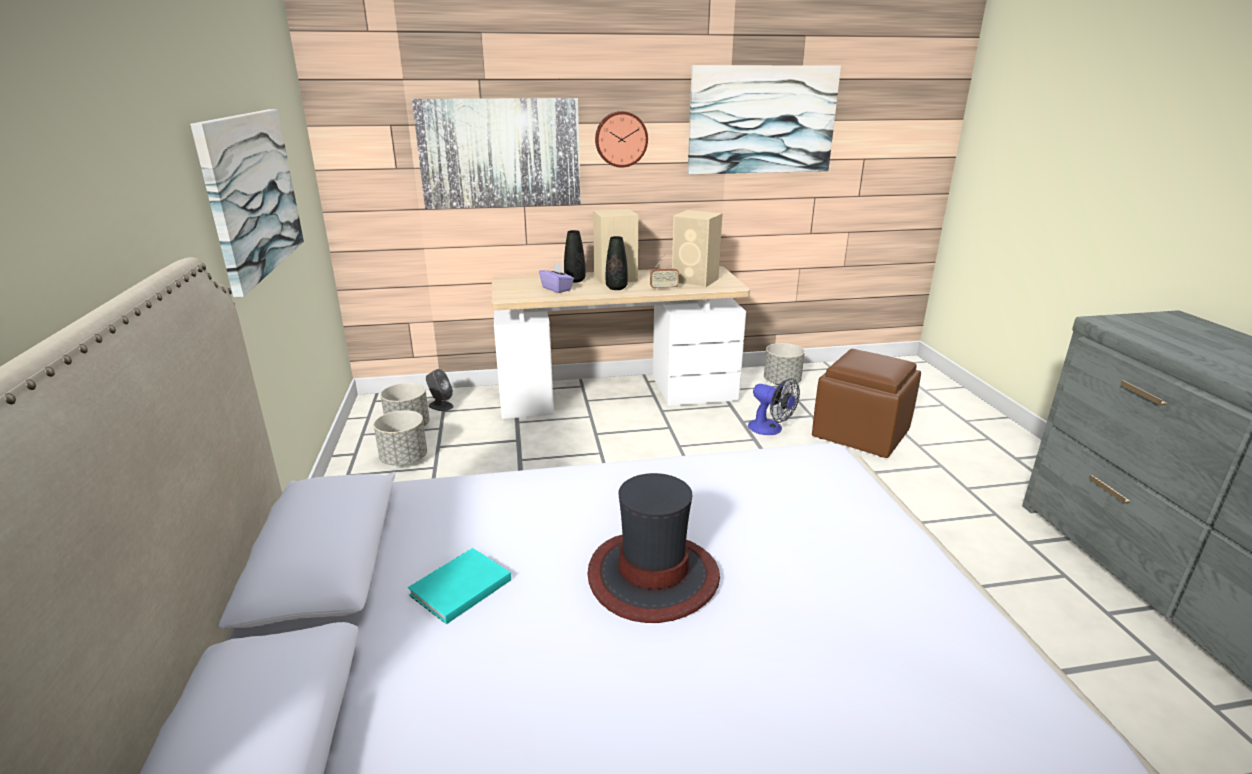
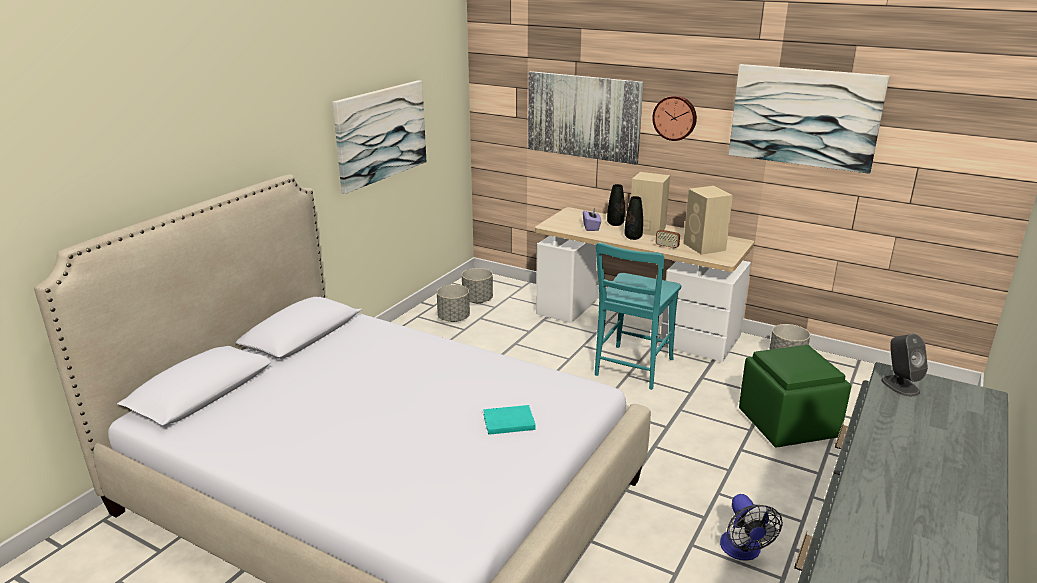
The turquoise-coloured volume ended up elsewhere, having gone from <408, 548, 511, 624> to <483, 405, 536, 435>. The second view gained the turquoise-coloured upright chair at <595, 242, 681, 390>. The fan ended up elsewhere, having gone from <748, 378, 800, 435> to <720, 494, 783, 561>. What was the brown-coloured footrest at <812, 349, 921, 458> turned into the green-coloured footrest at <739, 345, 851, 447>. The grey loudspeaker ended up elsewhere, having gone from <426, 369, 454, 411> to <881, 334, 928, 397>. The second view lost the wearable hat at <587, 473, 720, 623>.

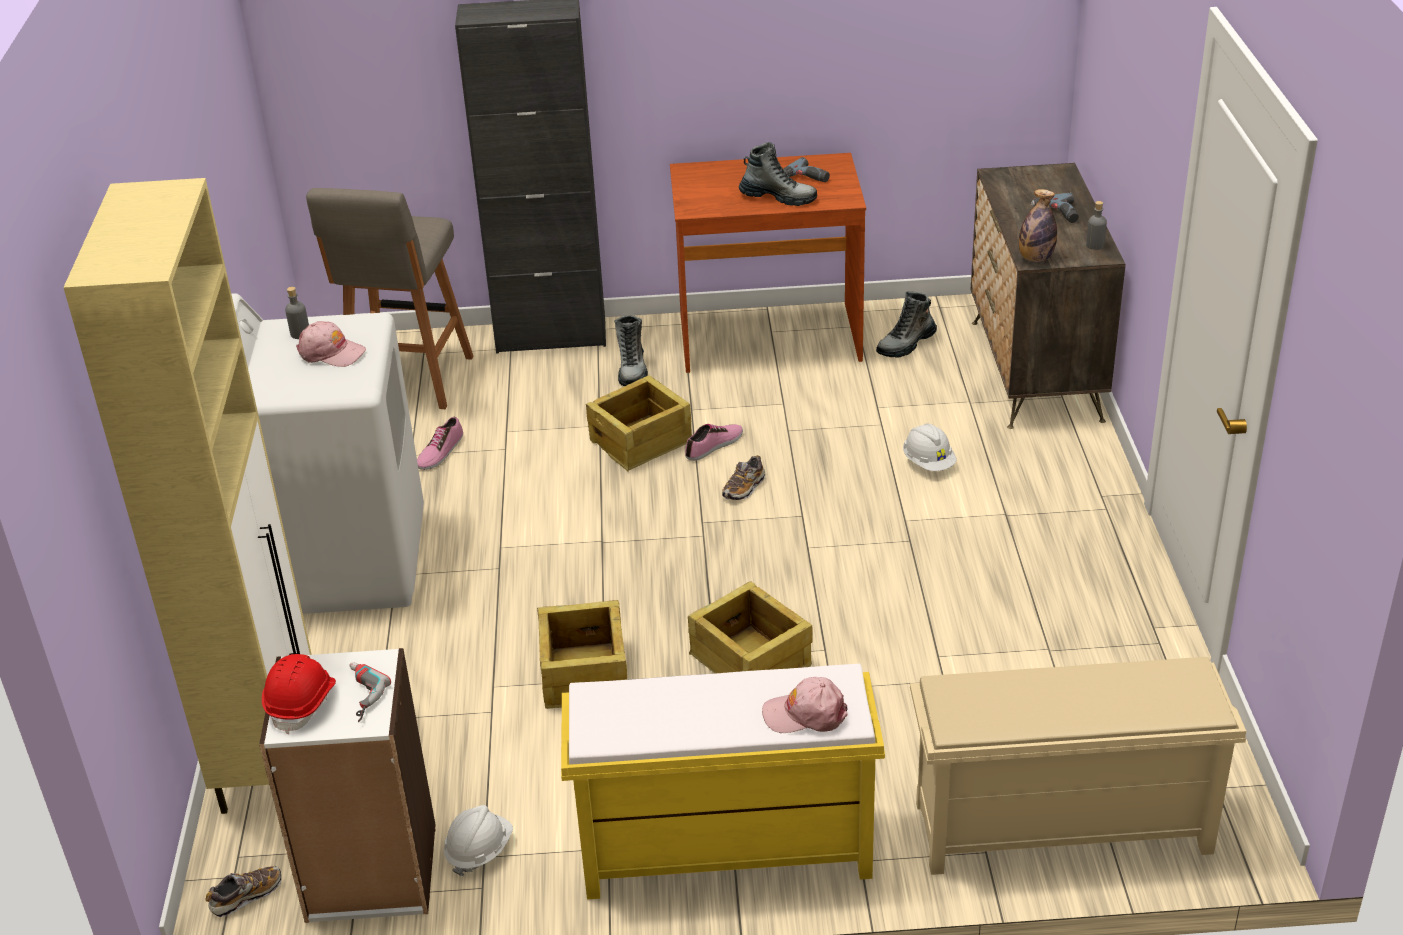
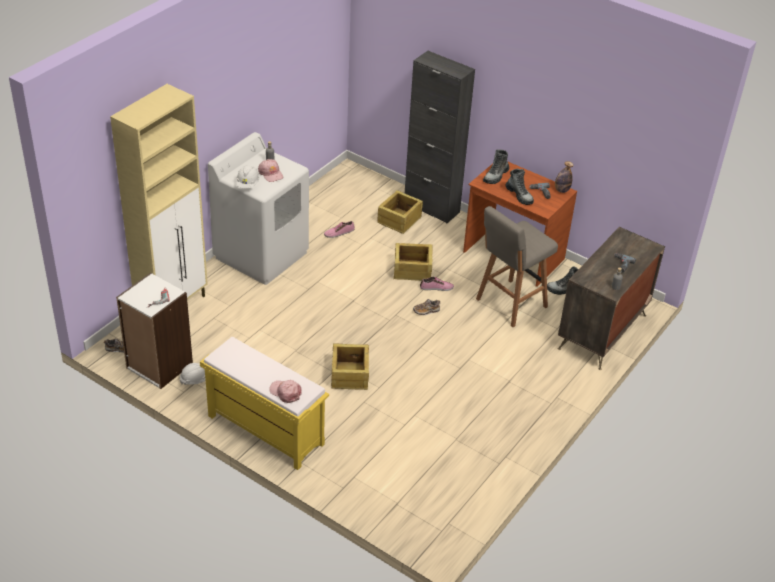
The white work helmet ended up elsewhere, having gone from <903, 423, 957, 471> to <236, 165, 260, 189>. The packing crate ended up elsewhere, having gone from <537, 600, 627, 709> to <377, 190, 423, 234>. The grey stool ended up elsewhere, having gone from <306, 188, 474, 409> to <476, 206, 558, 327>. The boot ended up elsewhere, having gone from <614, 315, 648, 386> to <483, 150, 509, 184>. The drink bottle ended up elsewhere, having gone from <1019, 189, 1057, 262> to <555, 161, 574, 193>. The second view lost the red-coloured work helmet at <262, 654, 336, 734>. The second view lost the sand-coloured shoe rack at <910, 657, 1246, 875>.

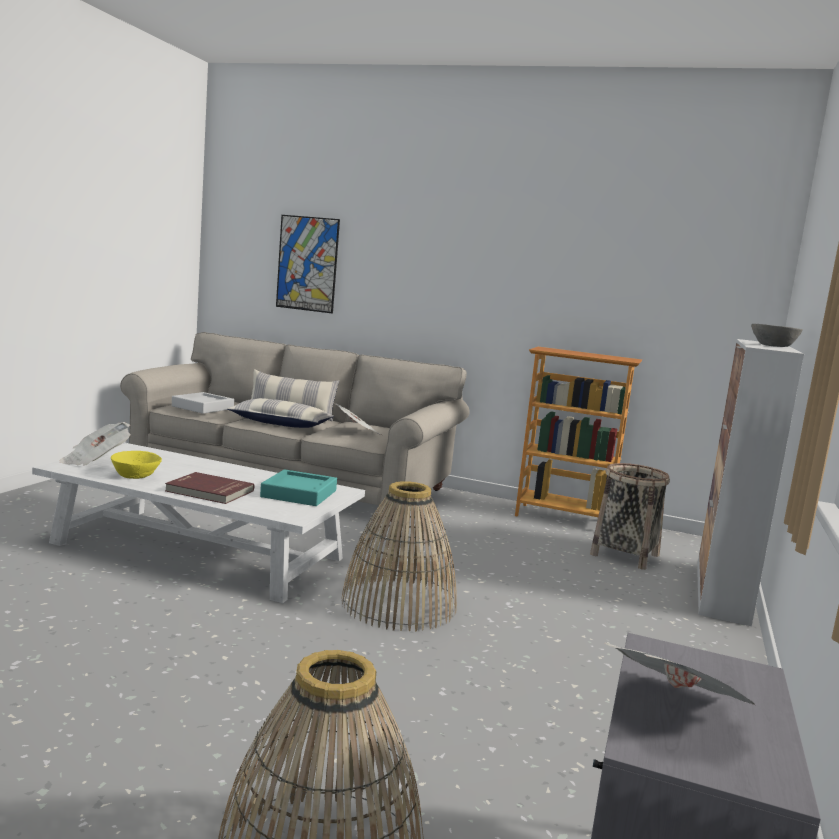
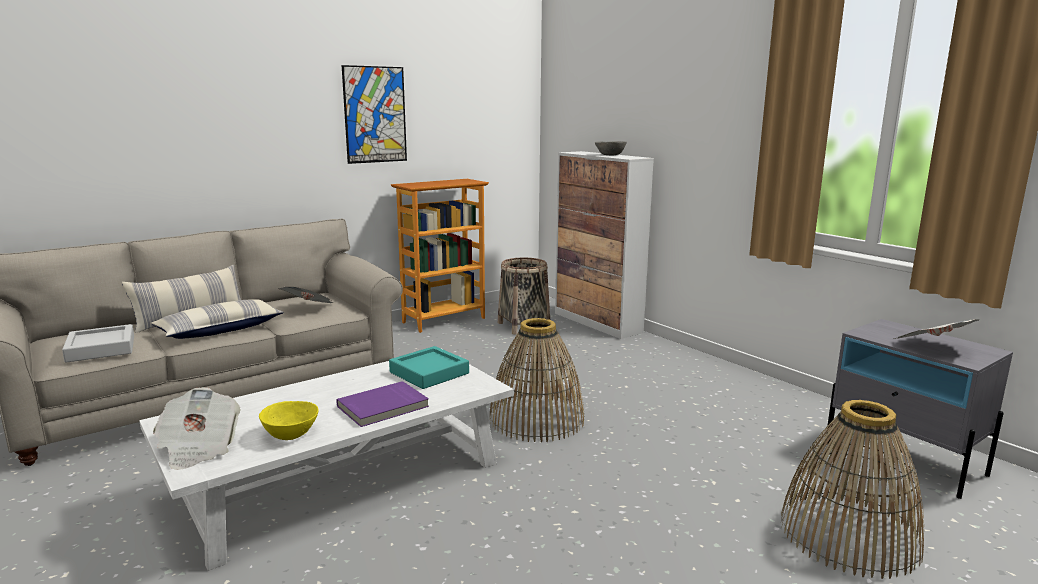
What was the red-coloured volume at <165, 472, 254, 504> turned into the purplish volume at <336, 381, 429, 427>. The picture ended up elsewhere, having gone from <276, 215, 340, 313> to <342, 65, 407, 164>.

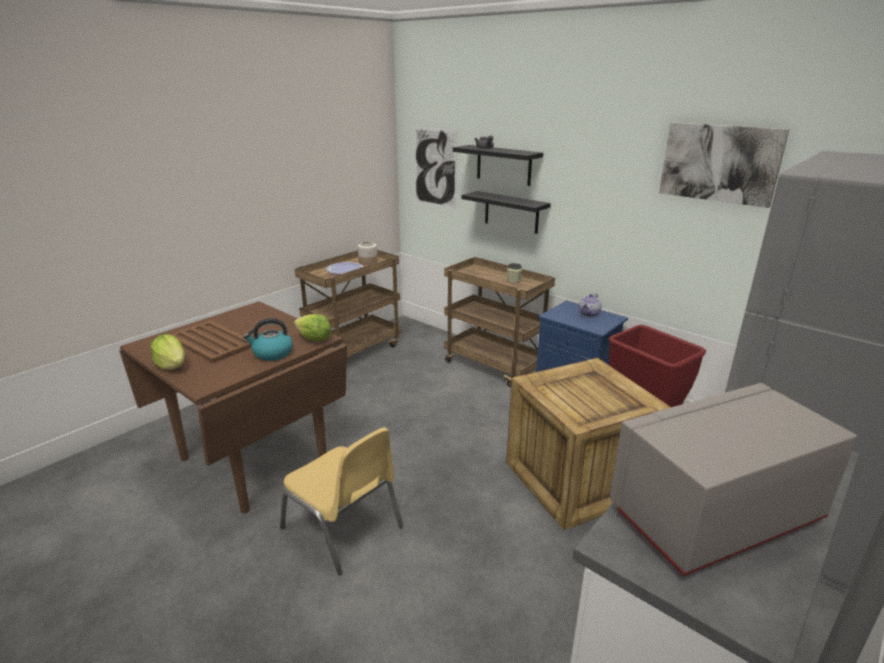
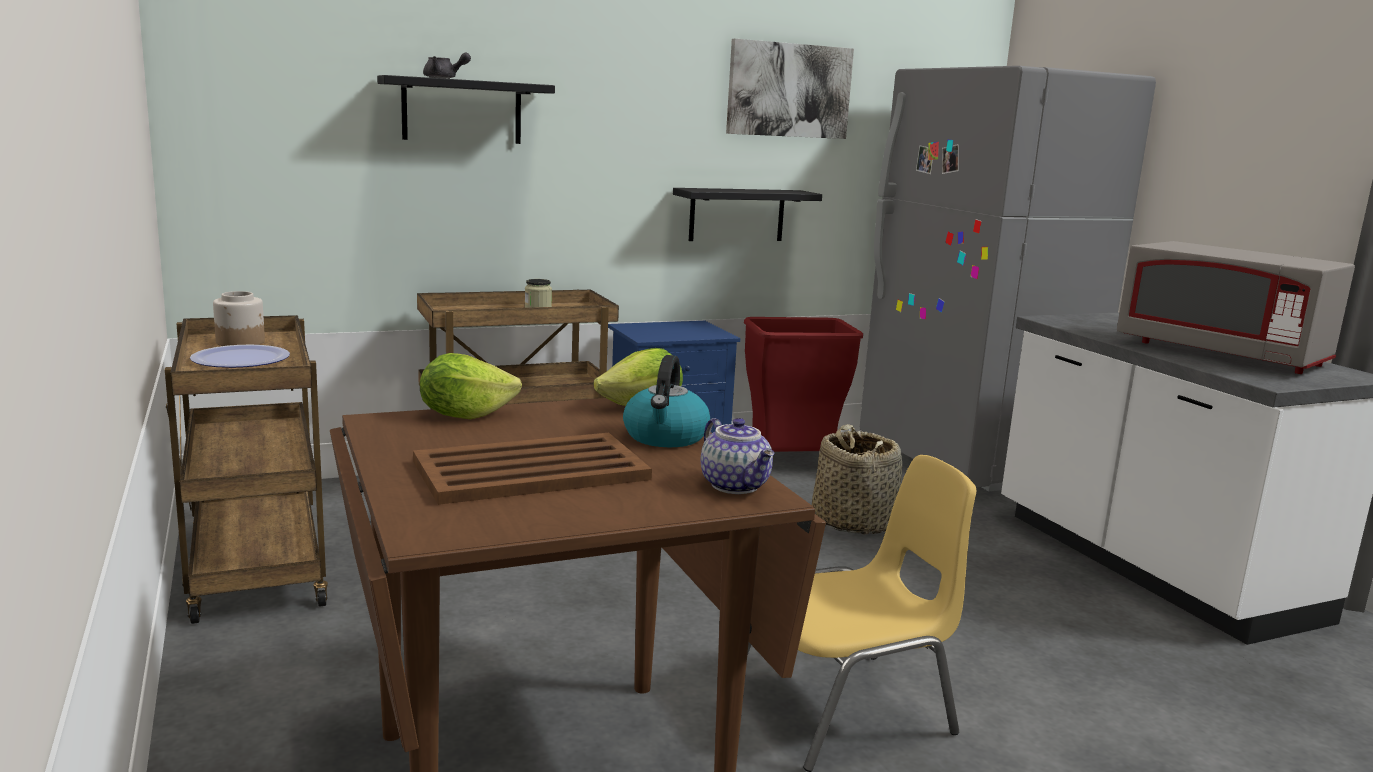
The lettuce head ended up elsewhere, having gone from <150, 334, 185, 370> to <420, 353, 522, 419>. The blackish wall shelf ended up elsewhere, having gone from <461, 191, 551, 234> to <673, 188, 822, 241>. The tea pot ended up elsewhere, having gone from <579, 293, 602, 317> to <701, 418, 774, 494>. Where the packing crate stood at <507, 358, 671, 530>, the storage basket came to stand at <812, 424, 902, 534>. The grey microwave oven at <610, 383, 857, 576> ended up facing another way, 45 degrees counterclockwise from before. The second view lost the picture at <414, 126, 457, 209>.

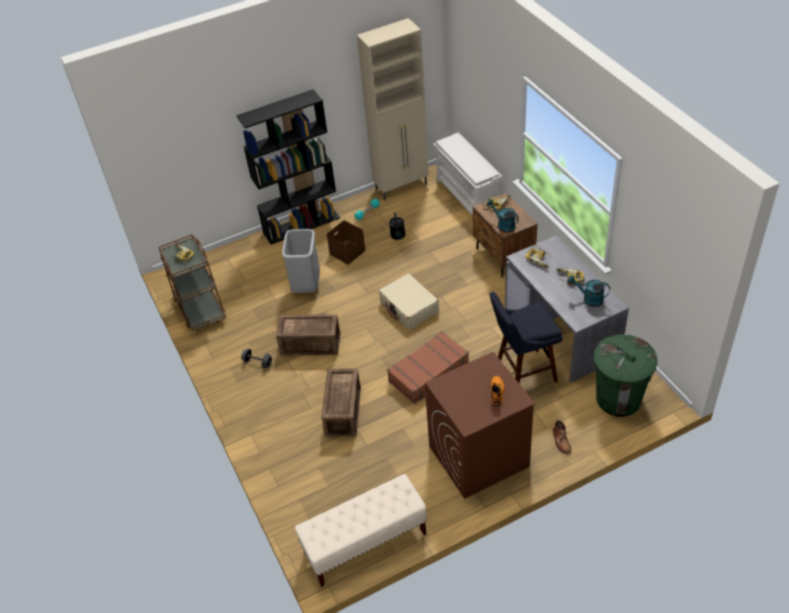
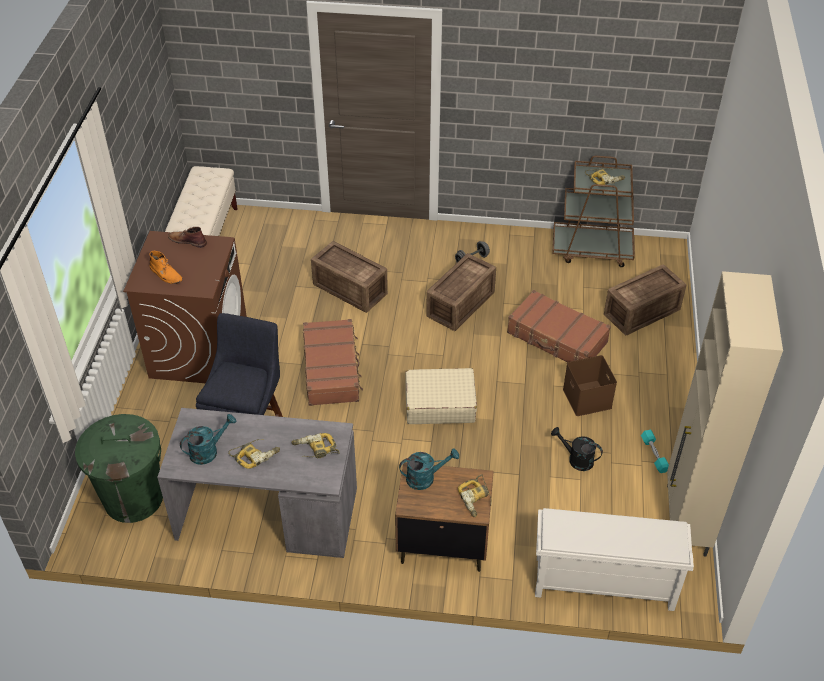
The brown-coloured boot ended up elsewhere, having gone from <553, 420, 571, 454> to <168, 227, 207, 248>. Where the grey waste bin stood at <282, 229, 320, 293>, the brown-coloured travel case came to stand at <507, 290, 611, 362>. The second view gained the packing crate at <604, 264, 687, 335>. The second view lost the blackish bookshelf at <236, 89, 340, 245>.

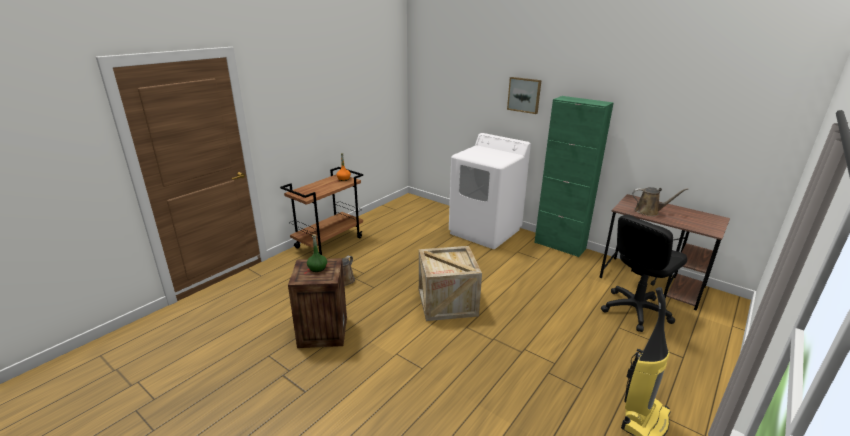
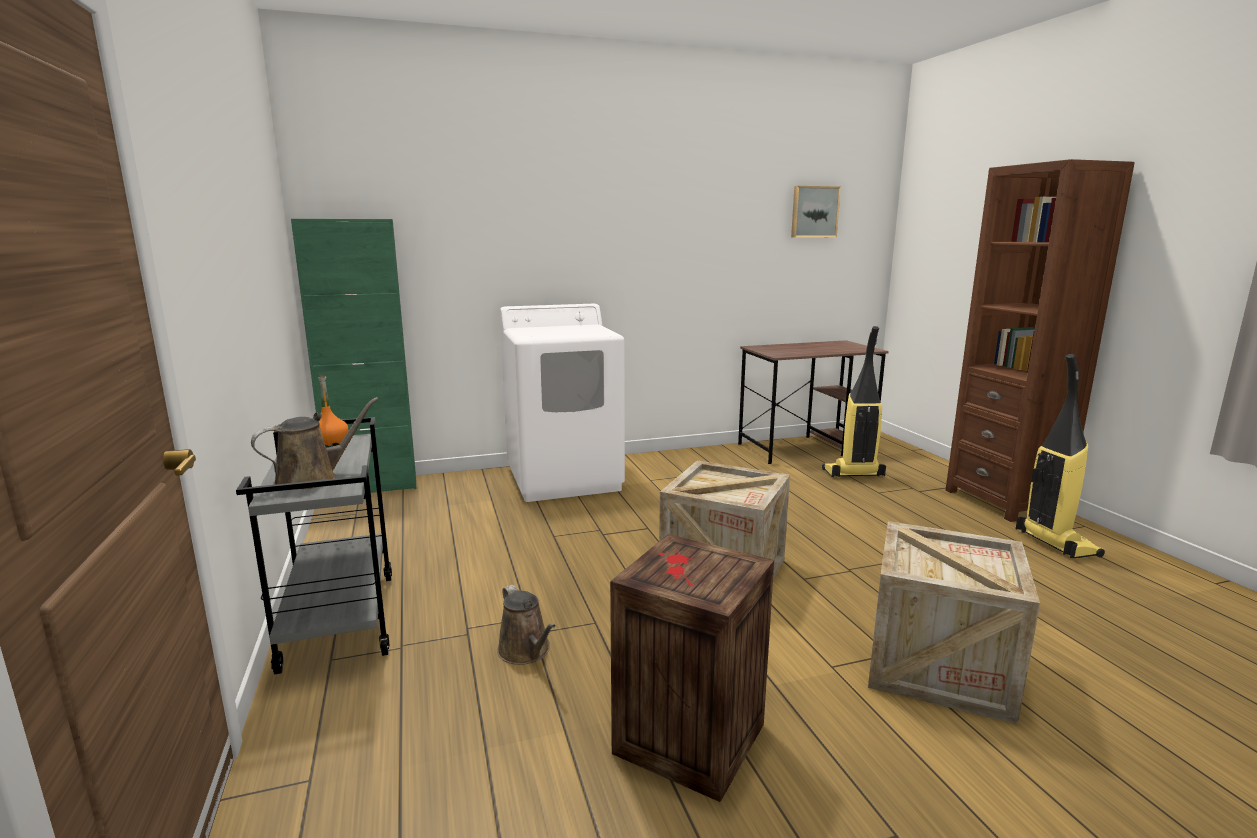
What was the brown-coloured wheeled cart at <280, 167, 363, 255> turned into the grey wheeled cart at <236, 417, 392, 674>. The brown-coloured watering pot ended up elsewhere, having gone from <632, 187, 688, 216> to <251, 397, 379, 490>. The green-coloured storage cabinet ended up elsewhere, having gone from <534, 96, 614, 257> to <291, 219, 416, 493>. The picture ended up elsewhere, having gone from <507, 77, 542, 114> to <791, 186, 841, 238>. Where the blackish desk chair stood at <601, 215, 687, 332>, the vacuum cleaner came to stand at <822, 326, 886, 477>. The second view gained the packing crate at <868, 521, 1040, 724>. The second view gained the brown-coloured bookshelf at <946, 159, 1135, 522>. The second view lost the green-coloured drink bottle at <307, 234, 327, 272>.

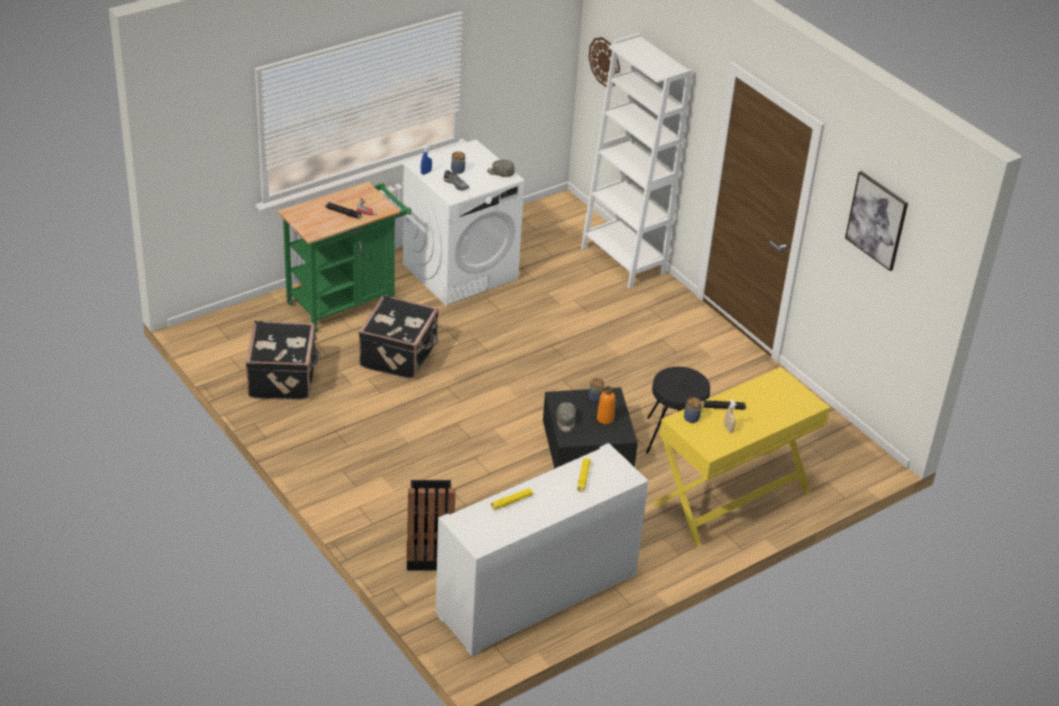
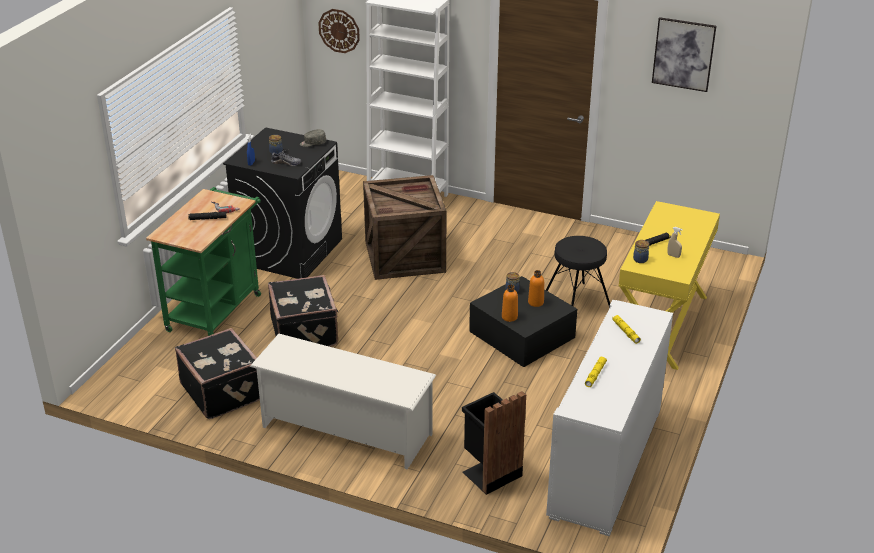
What was the white laundry machine at <402, 140, 524, 306> turned into the blackish laundry machine at <223, 127, 342, 279>. The second view gained the white shoe rack at <250, 334, 436, 469>. The second view gained the packing crate at <363, 175, 446, 280>. Where the grey baseball cap stood at <556, 402, 576, 432>, the orange-coloured drink bottle came to stand at <502, 284, 518, 322>.

